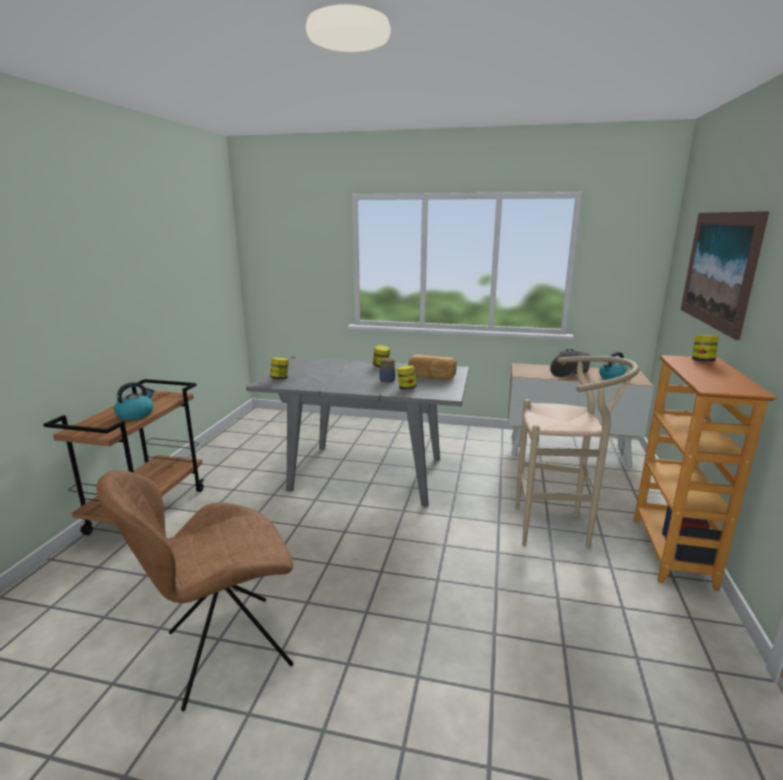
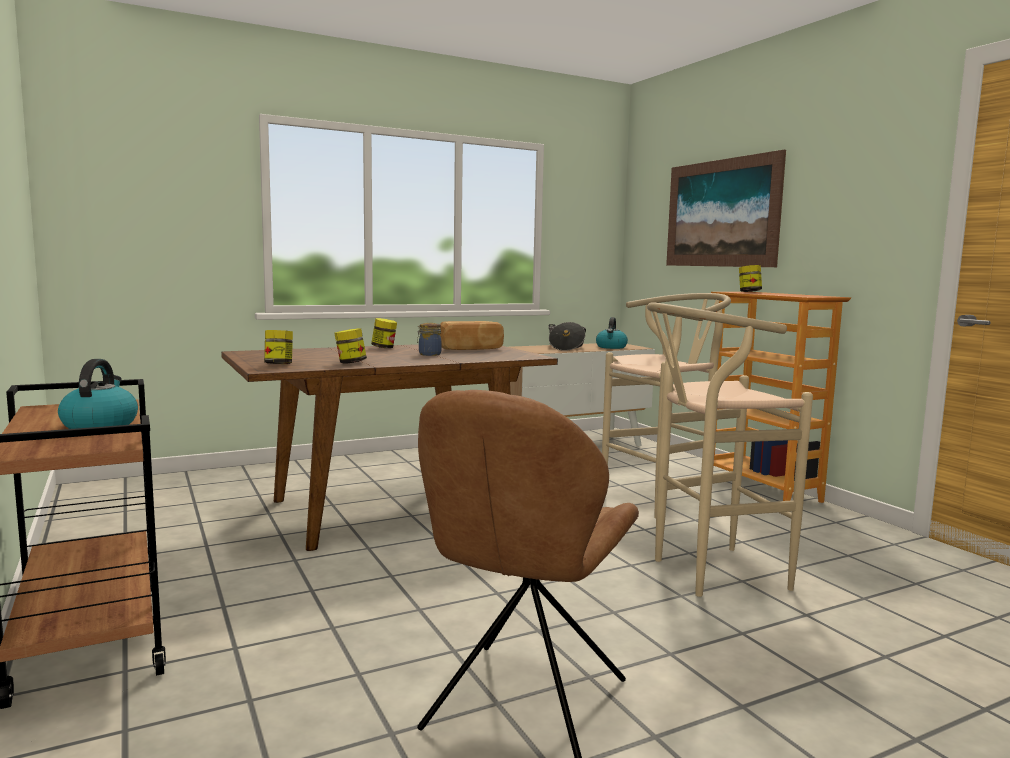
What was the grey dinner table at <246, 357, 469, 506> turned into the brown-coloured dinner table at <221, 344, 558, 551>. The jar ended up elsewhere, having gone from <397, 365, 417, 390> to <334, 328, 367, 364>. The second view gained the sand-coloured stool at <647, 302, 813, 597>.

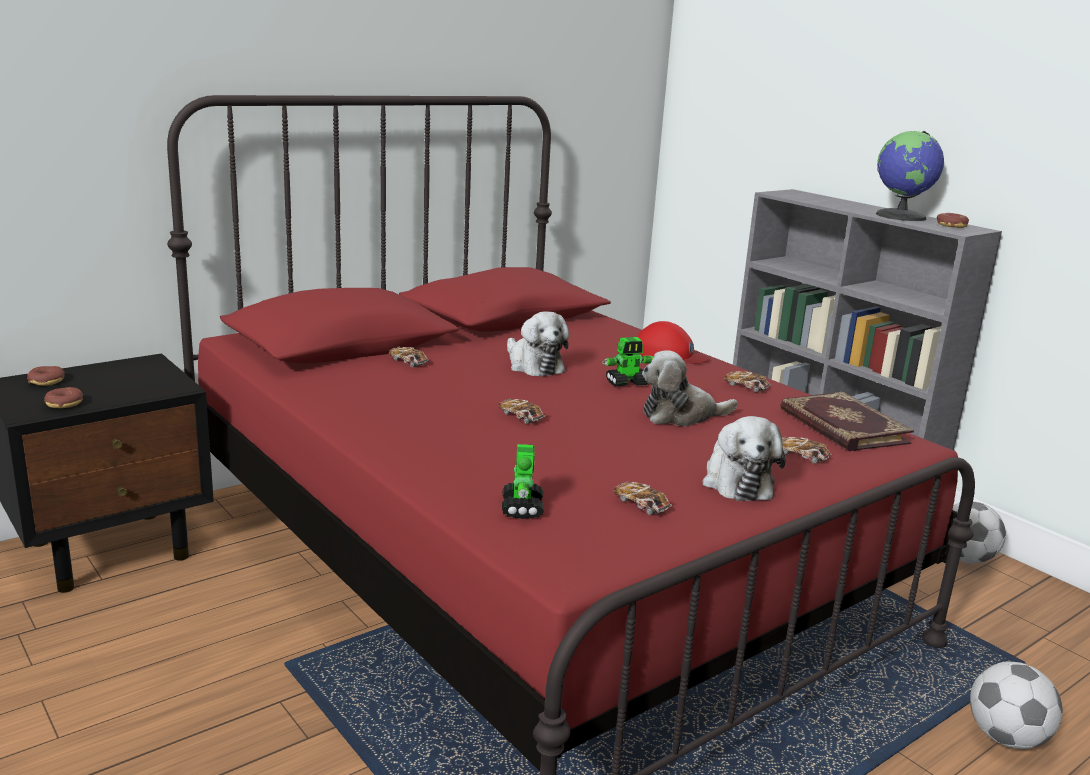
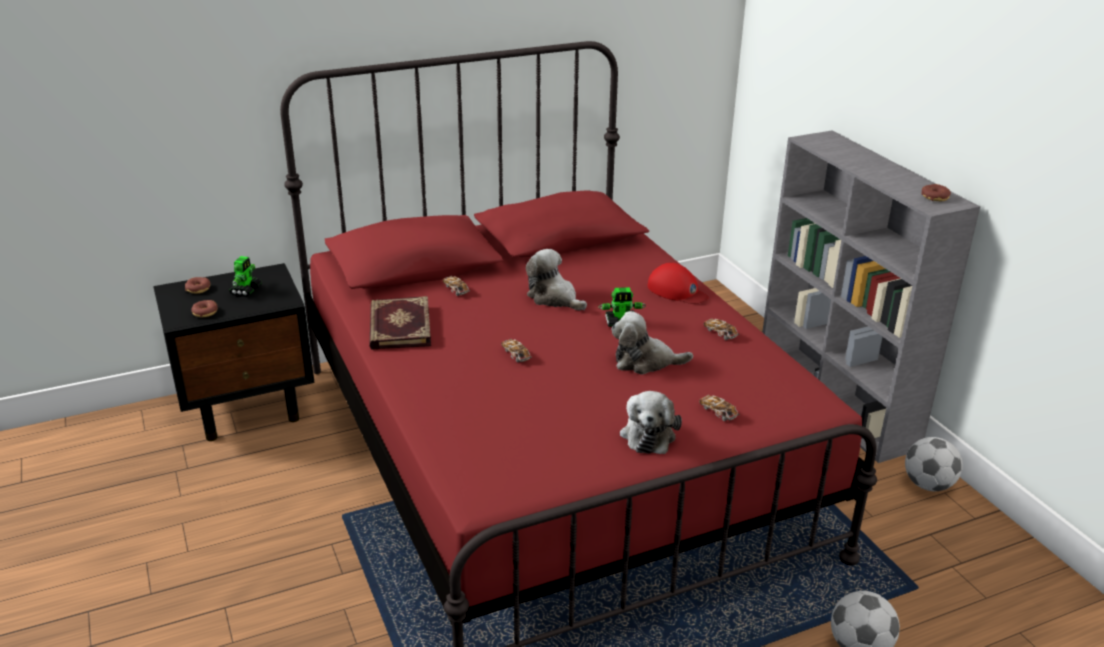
The model robot ended up elsewhere, having gone from <502, 444, 544, 519> to <229, 256, 262, 297>. The volume ended up elsewhere, having gone from <780, 392, 914, 452> to <369, 296, 431, 350>. The plush toy at <507, 311, 569, 377> ended up facing another way, 150 degrees clockwise from before. The second view lost the miniature car at <614, 481, 672, 515>. The second view lost the world globe at <876, 131, 945, 221>.

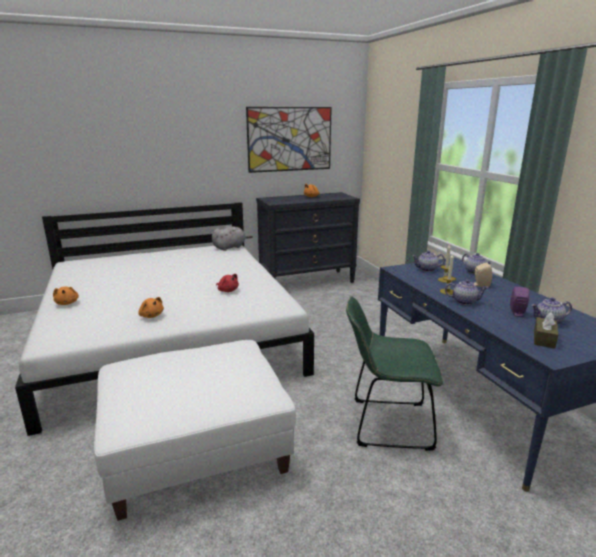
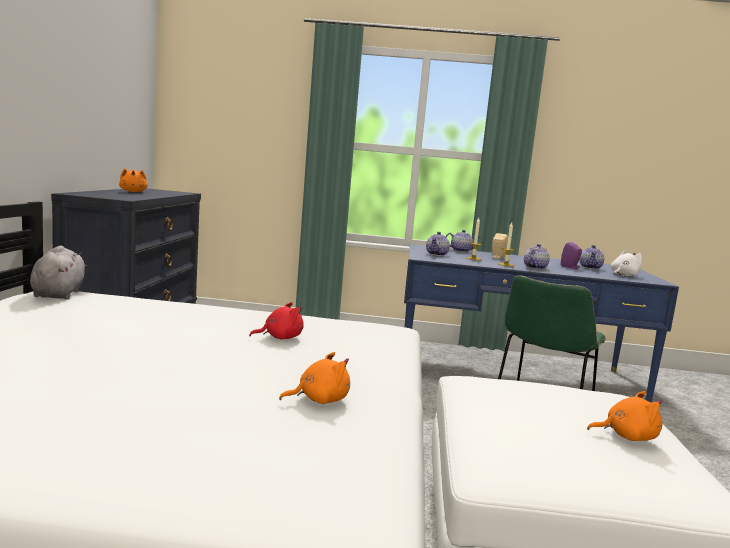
The orange-coloured plush toy ended up elsewhere, having gone from <53, 286, 79, 305> to <587, 391, 662, 441>. Where the brown-coloured tissue box stood at <534, 312, 558, 349>, the white plush toy came to stand at <611, 251, 642, 276>. The second view lost the picture at <246, 107, 332, 173>.

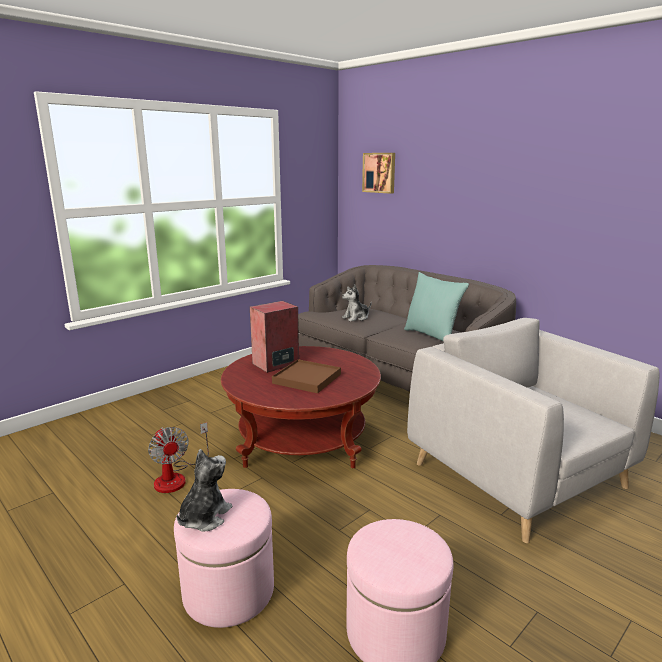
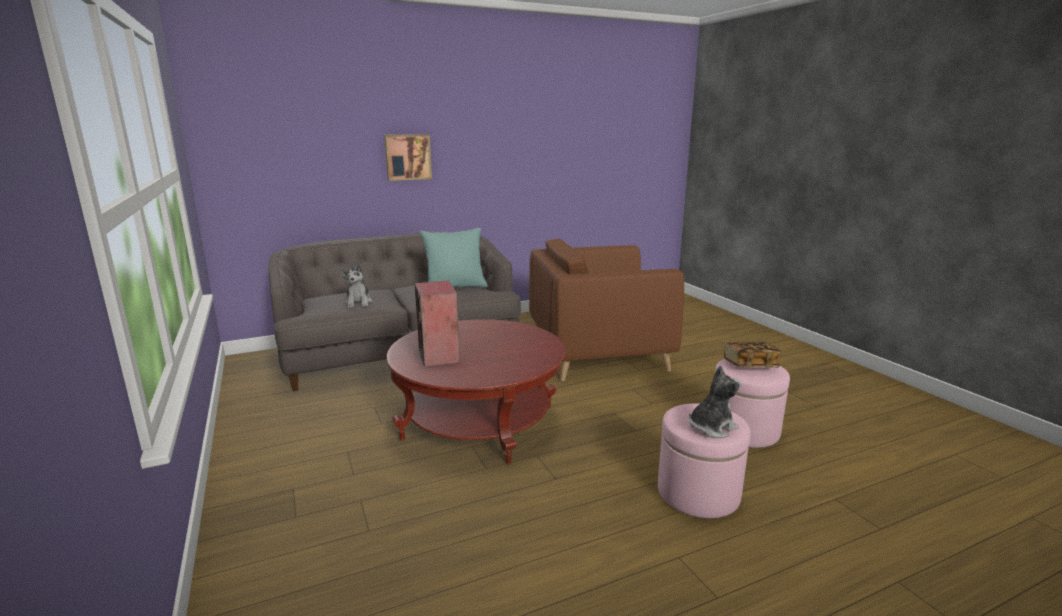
The picture ended up elsewhere, having gone from <362, 153, 395, 194> to <384, 134, 432, 181>. What was the grey easy chair at <407, 318, 659, 543> turned into the brown-coloured easy chair at <529, 239, 684, 381>. The plush toy at <176, 449, 232, 532> ended up facing another way, 105 degrees clockwise from before. The second view gained the volume at <724, 342, 782, 368>. The second view lost the fan at <148, 422, 209, 493>. The second view lost the brown-coloured carrying tray at <272, 359, 341, 393>.

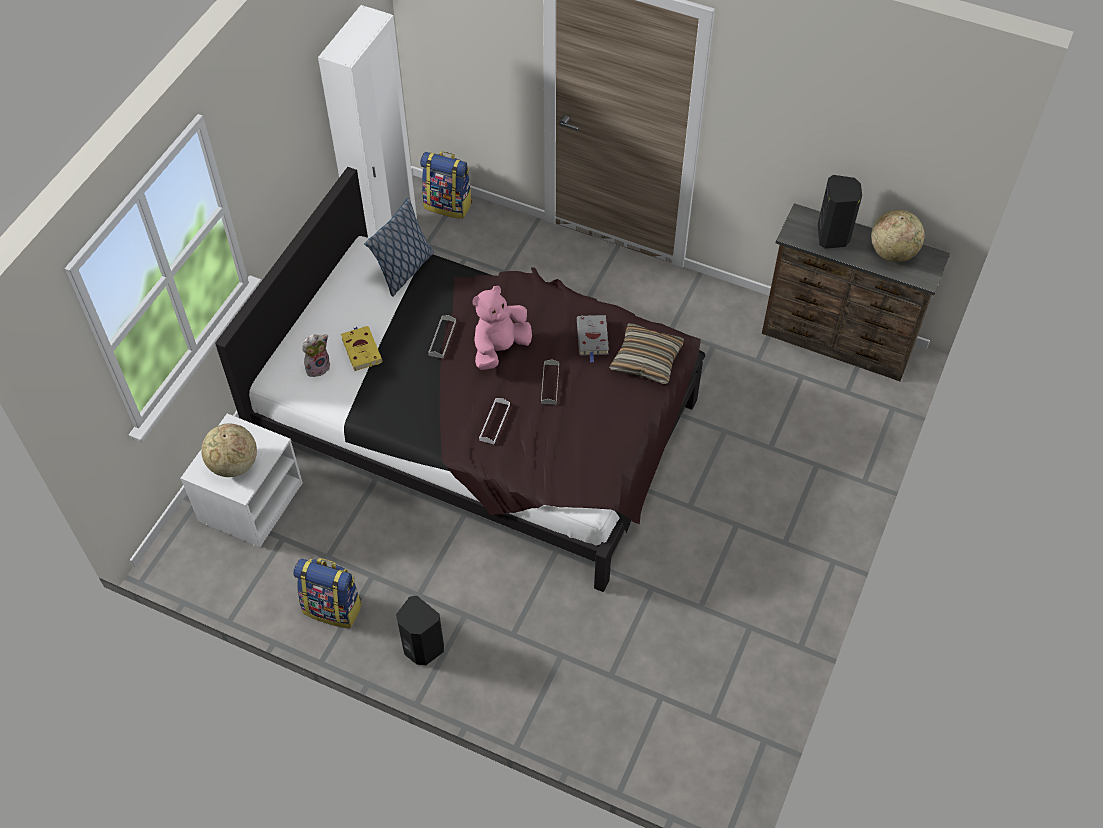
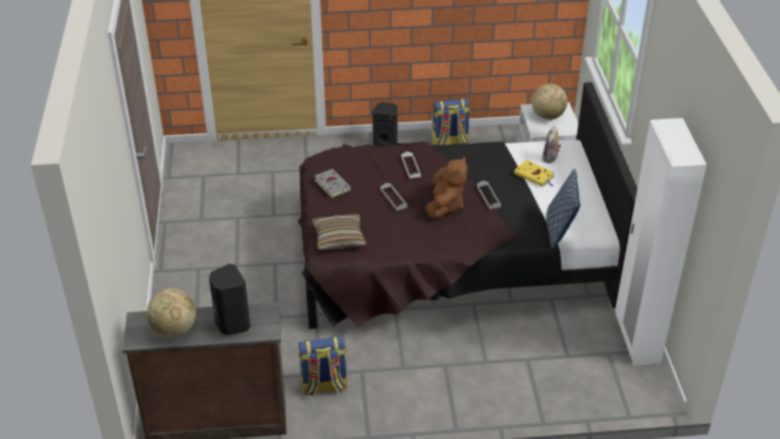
The backpack ended up elsewhere, having gone from <420, 151, 472, 219> to <298, 336, 348, 397>. The grey volume ended up elsewhere, having gone from <577, 315, 609, 363> to <315, 169, 351, 198>. What was the pink plush toy at <472, 286, 532, 370> turned into the brown-coloured plush toy at <425, 156, 467, 219>.

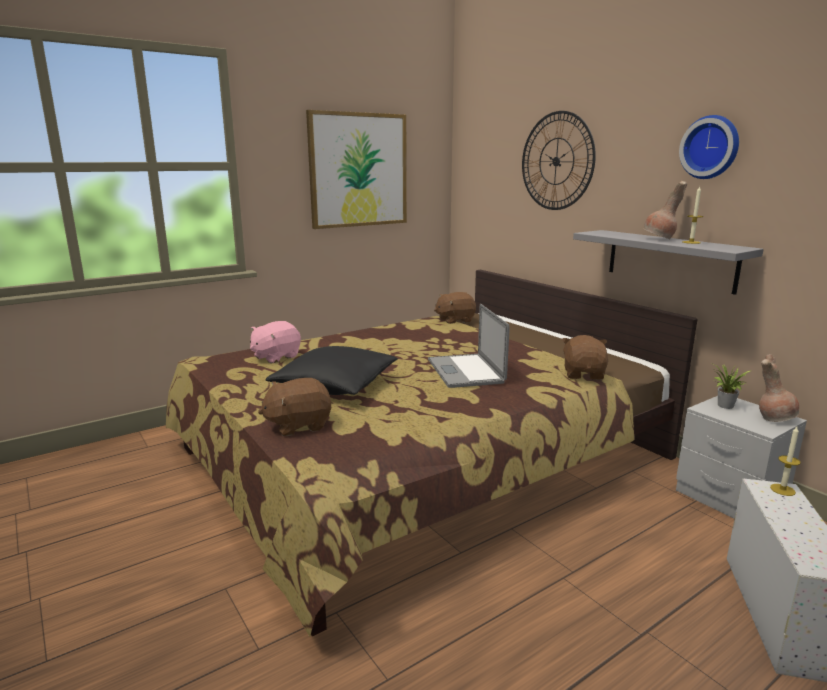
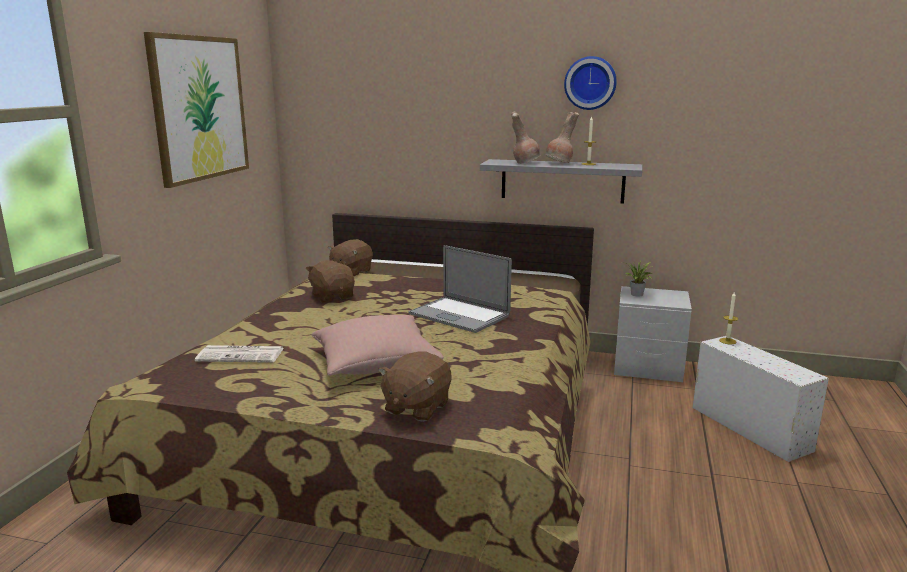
Where the pink plush toy stood at <250, 321, 301, 364>, the printed paper came to stand at <195, 345, 284, 363>. The brown-coloured plush toy ended up elsewhere, having gone from <562, 335, 608, 380> to <306, 260, 355, 303>. What was the blackish cushion at <266, 346, 398, 395> turned into the pink cushion at <312, 315, 444, 376>. The brown-coloured vase ended up elsewhere, having gone from <759, 354, 799, 422> to <511, 111, 541, 164>. The second view lost the clock on the wall at <522, 111, 596, 210>.

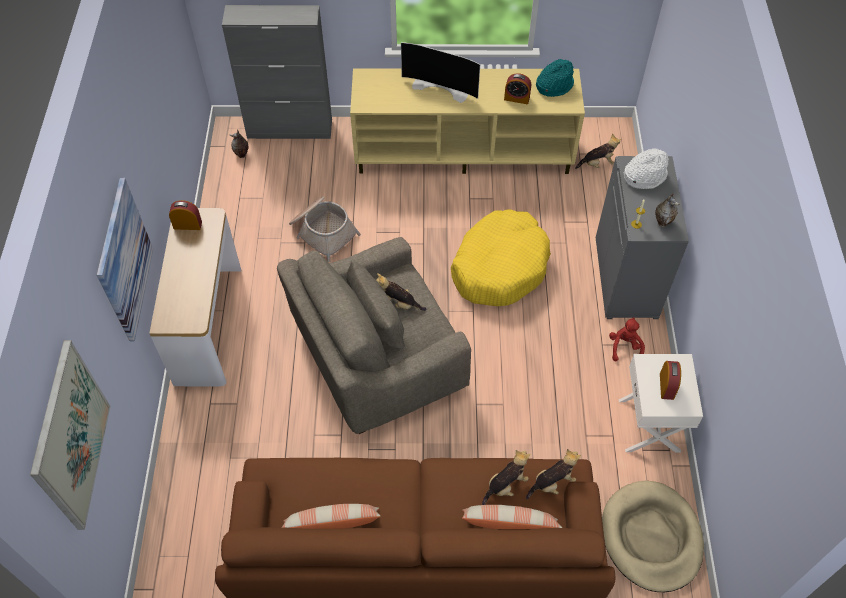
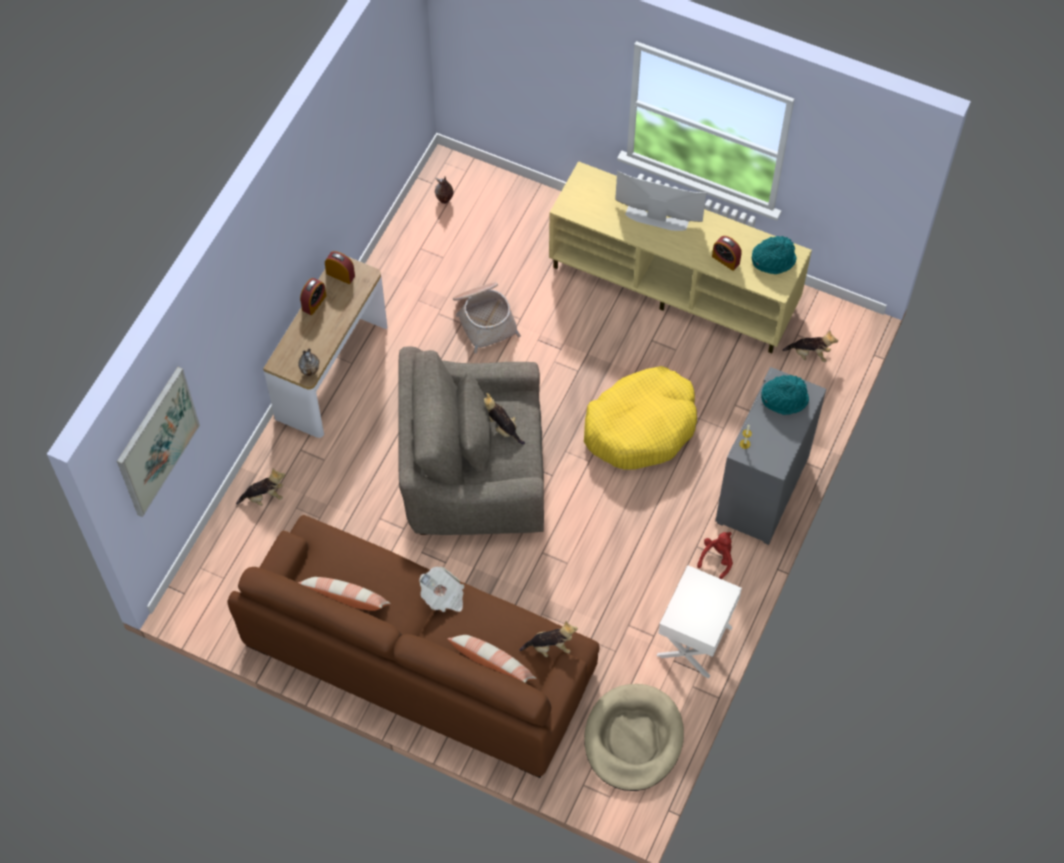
The plush toy ended up elsewhere, having gone from <482, 450, 530, 505> to <236, 468, 285, 506>. The vase ended up elsewhere, having gone from <655, 193, 679, 227> to <298, 349, 319, 377>. The bedside clock ended up elsewhere, having gone from <660, 361, 681, 400> to <300, 278, 326, 315>. The second view gained the printed paper at <419, 567, 464, 612>. The television at <401, 42, 480, 103> ended up facing another way, 150 degrees clockwise from before. What was the white wearable hat at <624, 148, 669, 189> turned into the turquoise-coloured wearable hat at <761, 375, 809, 415>. The second view lost the picture at <97, 178, 153, 341>. The second view lost the grey storage cabinet at <222, 5, 332, 139>.

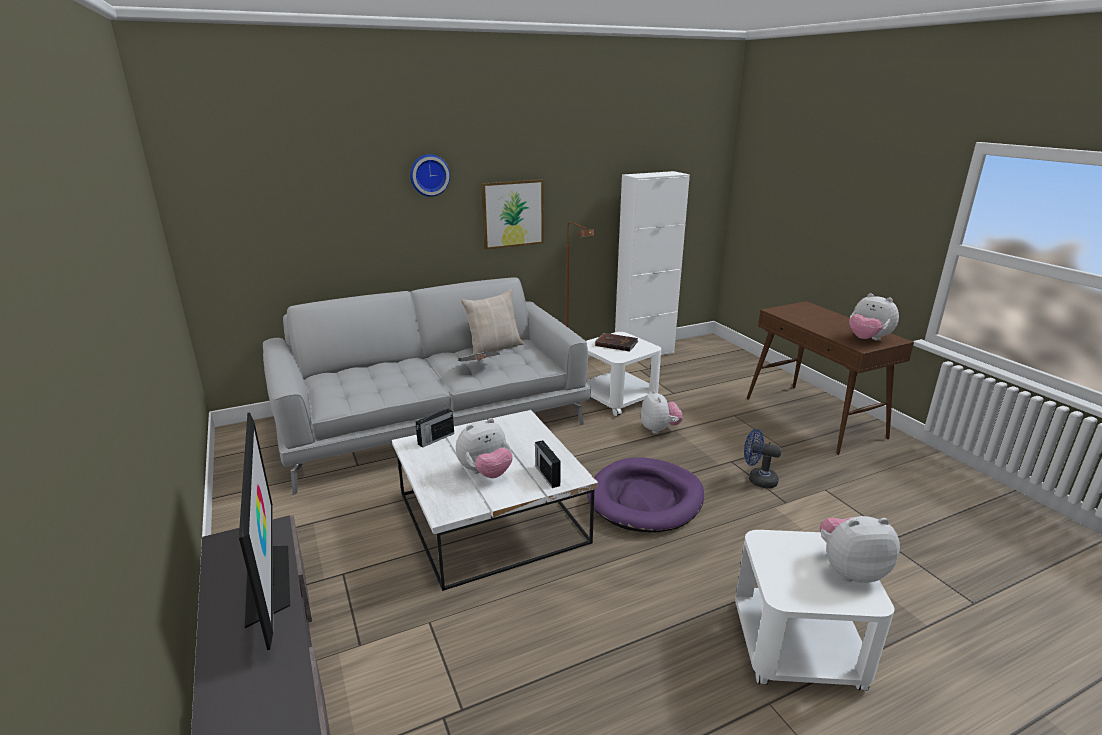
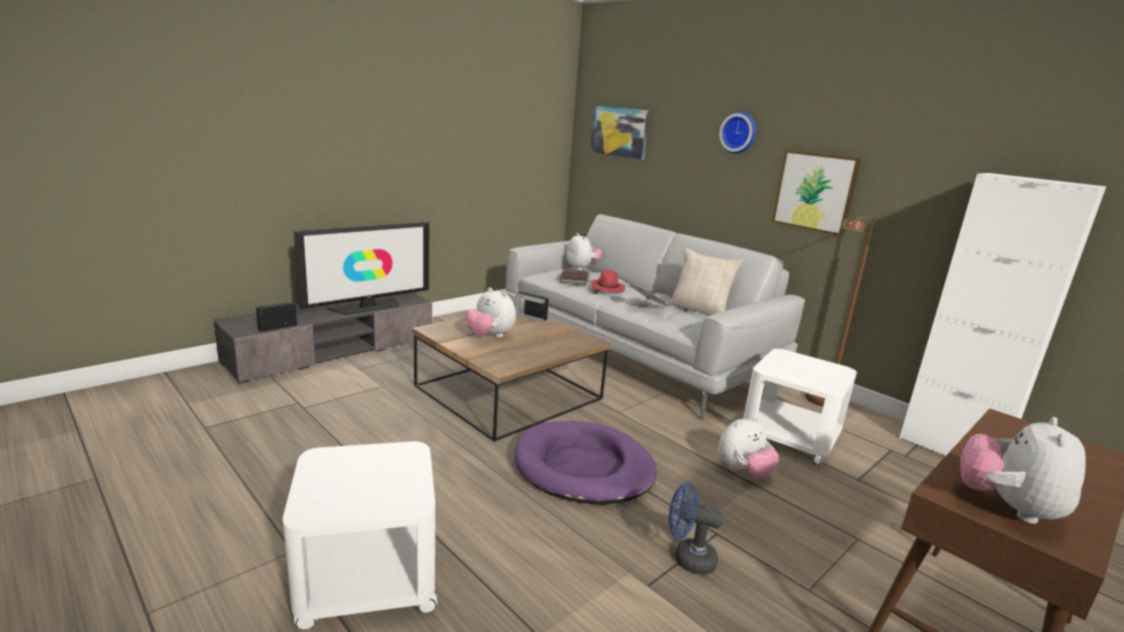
The radio receiver ended up elsewhere, having gone from <535, 440, 561, 488> to <256, 300, 297, 332>. What was the white lounge table at <392, 410, 598, 591> turned into the brown-coloured lounge table at <412, 306, 611, 442>. The brown-coloured volume ended up elsewhere, having gone from <595, 333, 638, 351> to <560, 269, 590, 285>. The plush toy ended up elsewhere, having gone from <820, 516, 900, 583> to <566, 233, 602, 270>. The second view gained the picture at <590, 106, 649, 160>. The second view gained the red-coloured wearable hat at <590, 270, 625, 292>. The blue fan at <744, 429, 782, 488> ended up facing another way, 75 degrees counterclockwise from before.

